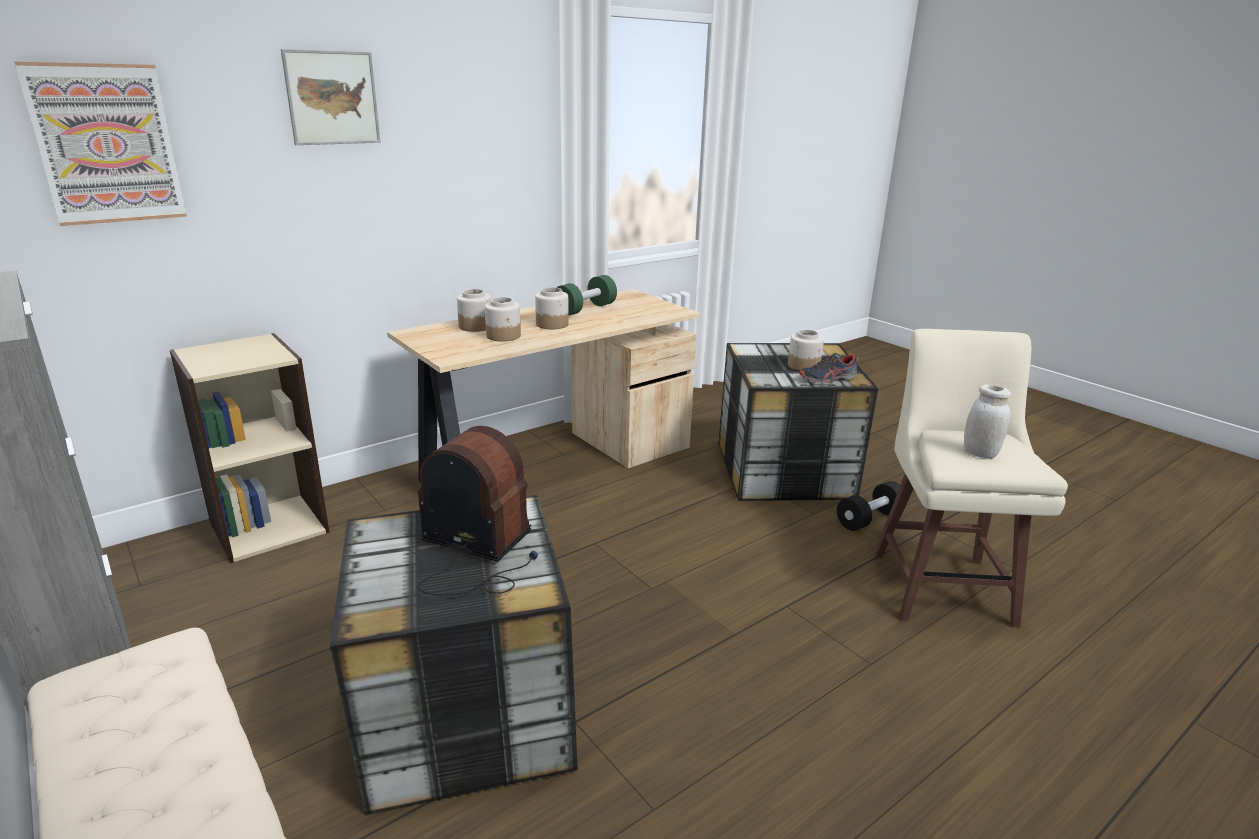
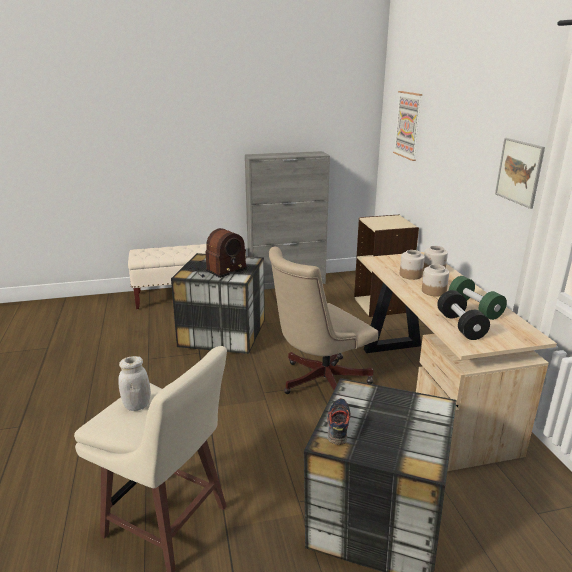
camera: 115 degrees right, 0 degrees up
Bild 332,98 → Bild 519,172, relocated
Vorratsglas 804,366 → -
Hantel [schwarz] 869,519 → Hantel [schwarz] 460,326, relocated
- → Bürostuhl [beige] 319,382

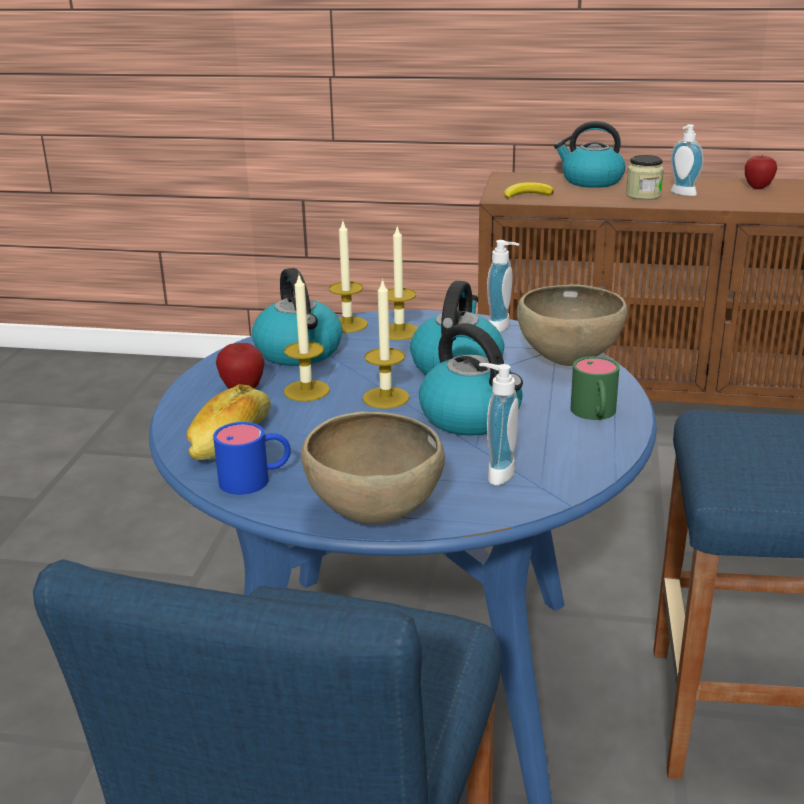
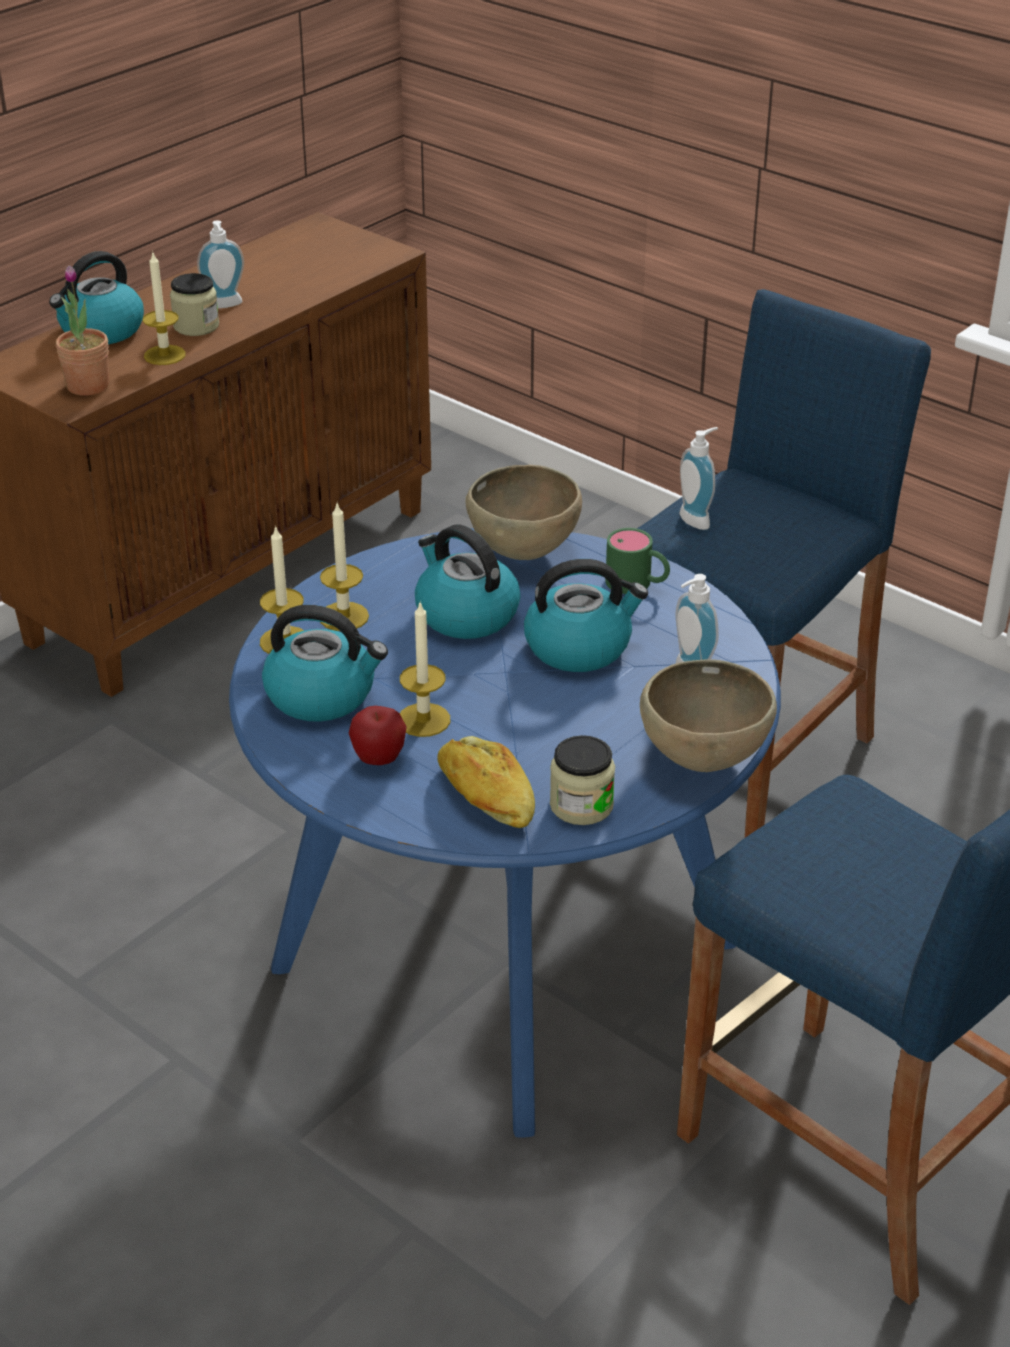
camera: 60 degrees left, 10 degrees up
Apfel 758,187 → -
Banane 527,195 → Topfpflanze 88,386
Seifenspender 503,328 → Seifenspender 698,519, relocated
Kerze 386,398 → Kerze 164,355, relocated
Henkelbecher [blau] 256,479 → Vorratsglas 581,805

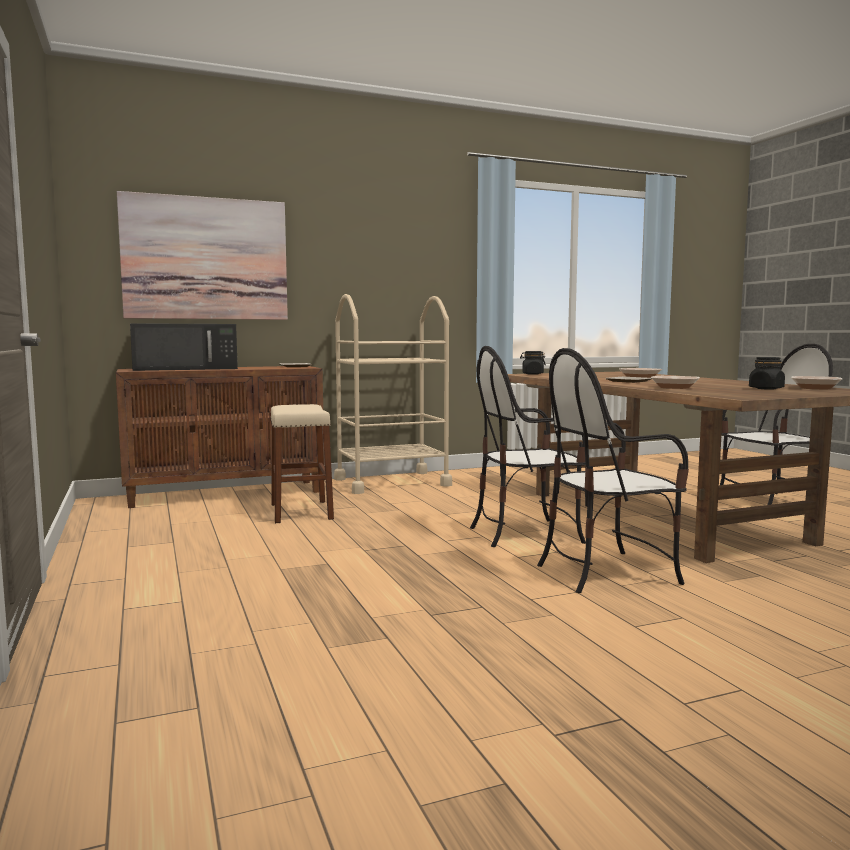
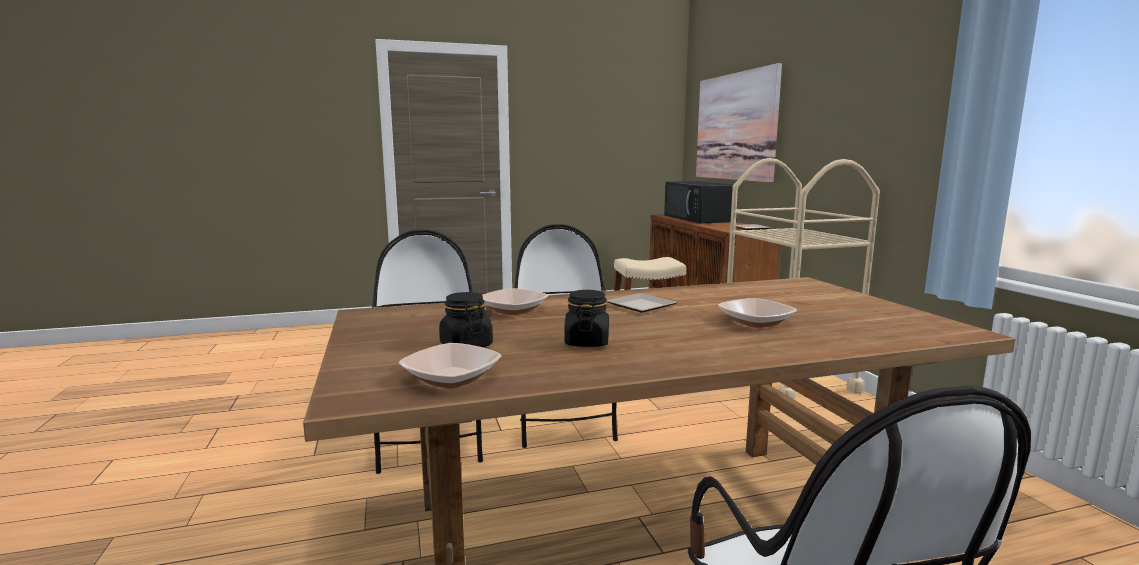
camera: 95 degrees right, 5 degrees up
Vorratsglas [schwarz] 532,374 → Vorratsglas [schwarz] 586,342, relocated

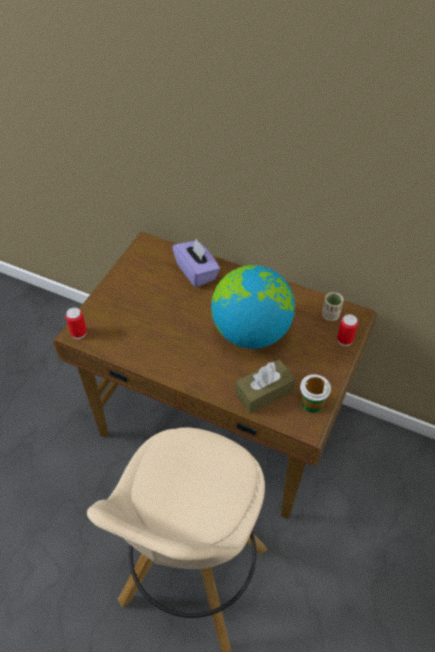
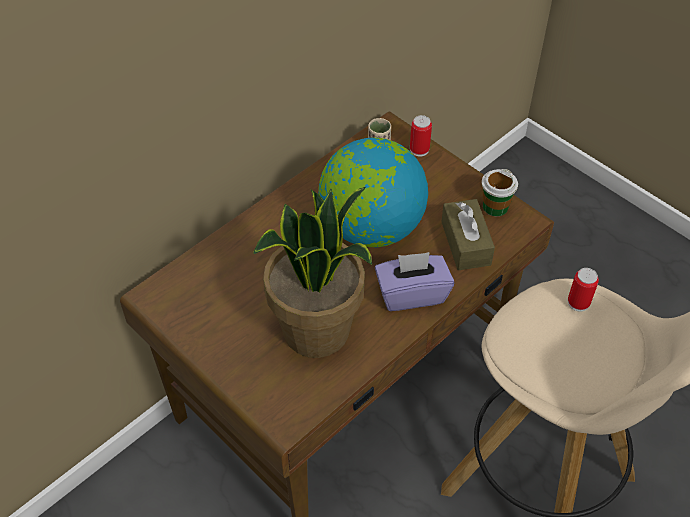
camera: 70 degrees left, 0 degrees up
Taschentuchbox [lila] 196,272 → Taschentuchbox [lila] 411,293, relocated
Dose 79,333 → Dose 578,302, relocated
- → Topfpflanze 317,331

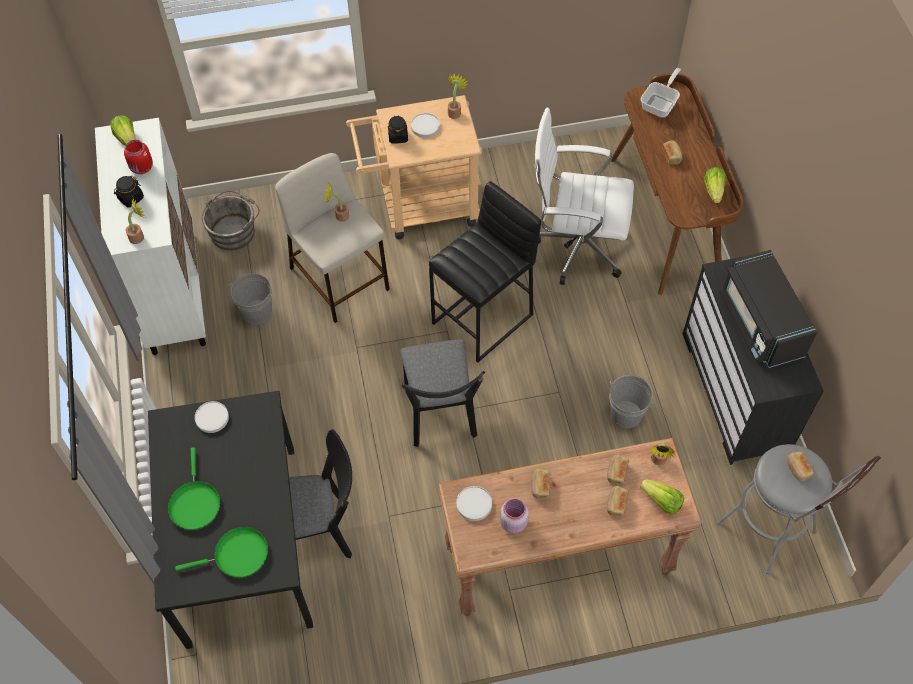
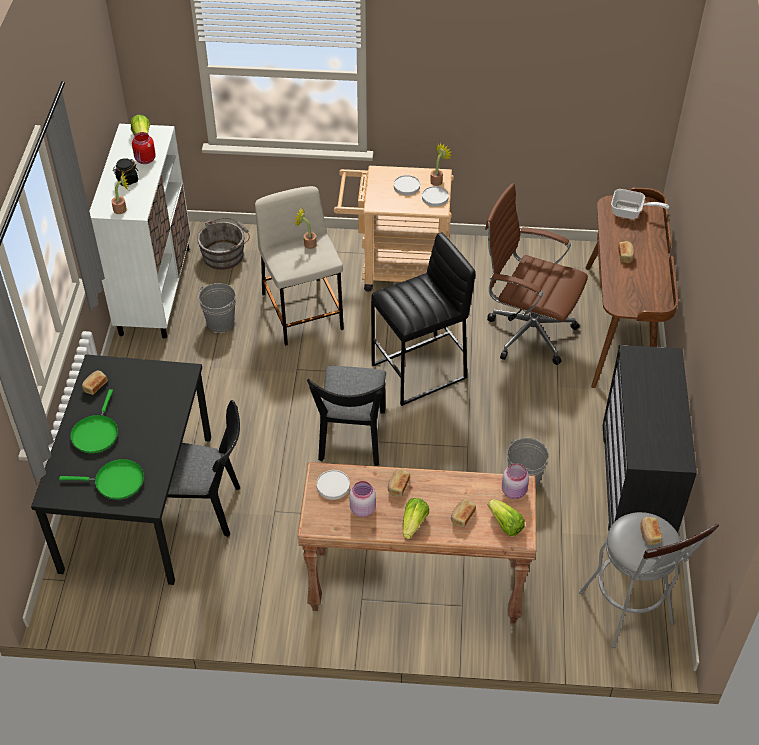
camera: 15 degrees right, 10 degrees down
Pfanne 661,104 → Pfanne 631,212, 60 degrees clockwise
Bürostuhl [weiß] 576,247 → Bürostuhl [braun] 526,332
Vorratsglas [schwarz] 398,136 → -
Salatkopf 714,190 → Salatkopf 414,523, relocated
Mikrowelle [schwarz] 760,324 → -
Teller [weiß] 212,418 → Teller [weiß] 435,197, relocated
Topfpflanze 658,461 → Vorratsglas [rosa] 514,491
Brot 616,472 → Brot 95,386, relocated

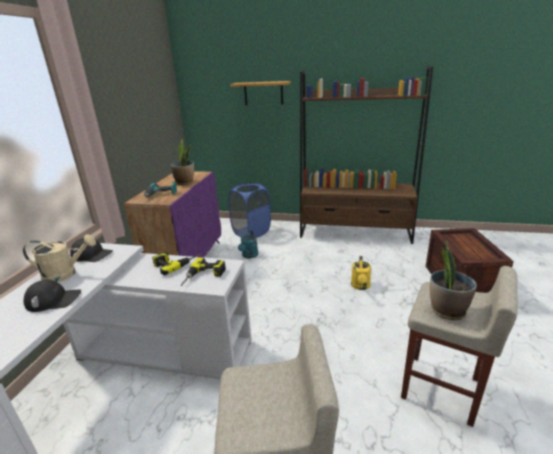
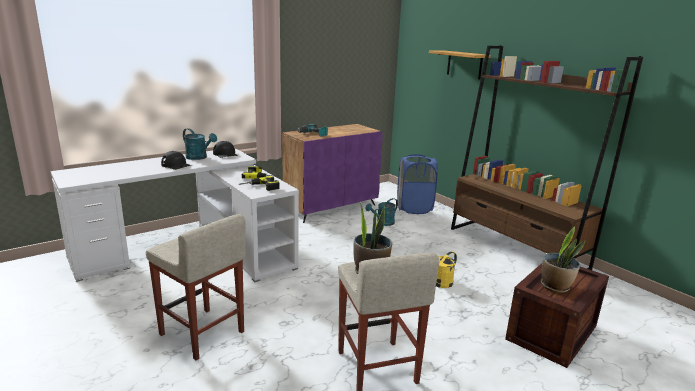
camera: 40 degrees right, 5 degrees down
Topfpflanze 185,182 → Topfpflanze 555,286, relocated
Gießkanne [beige] 66,274 → Gießkanne [türkis] 199,157

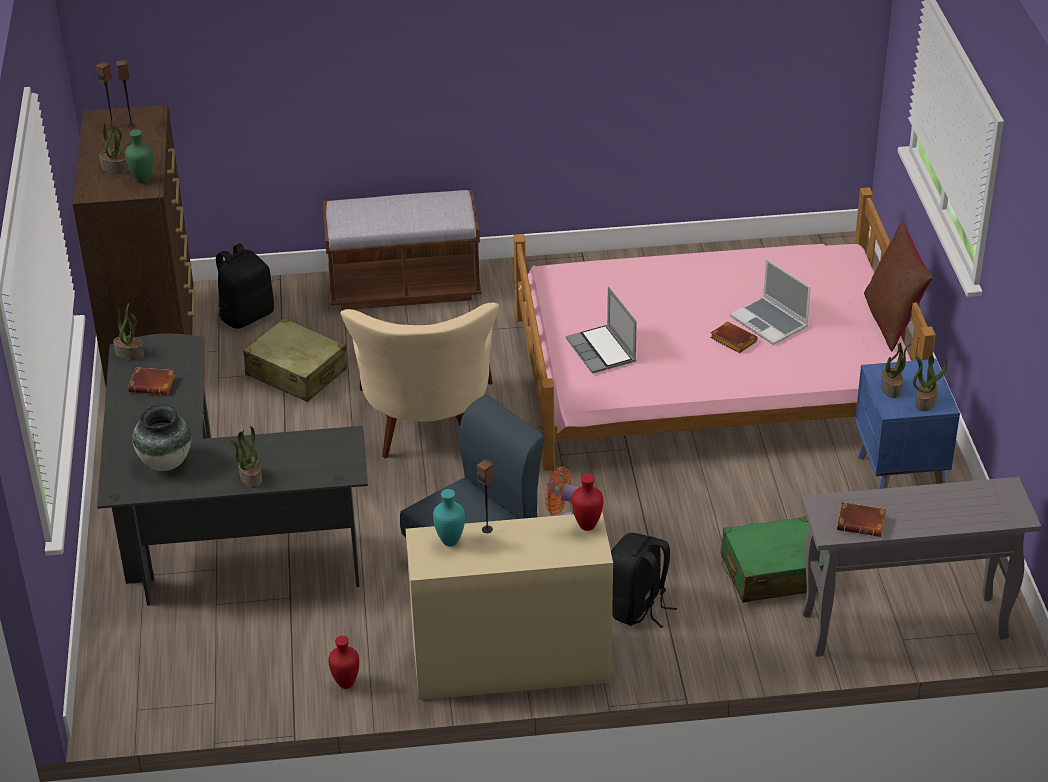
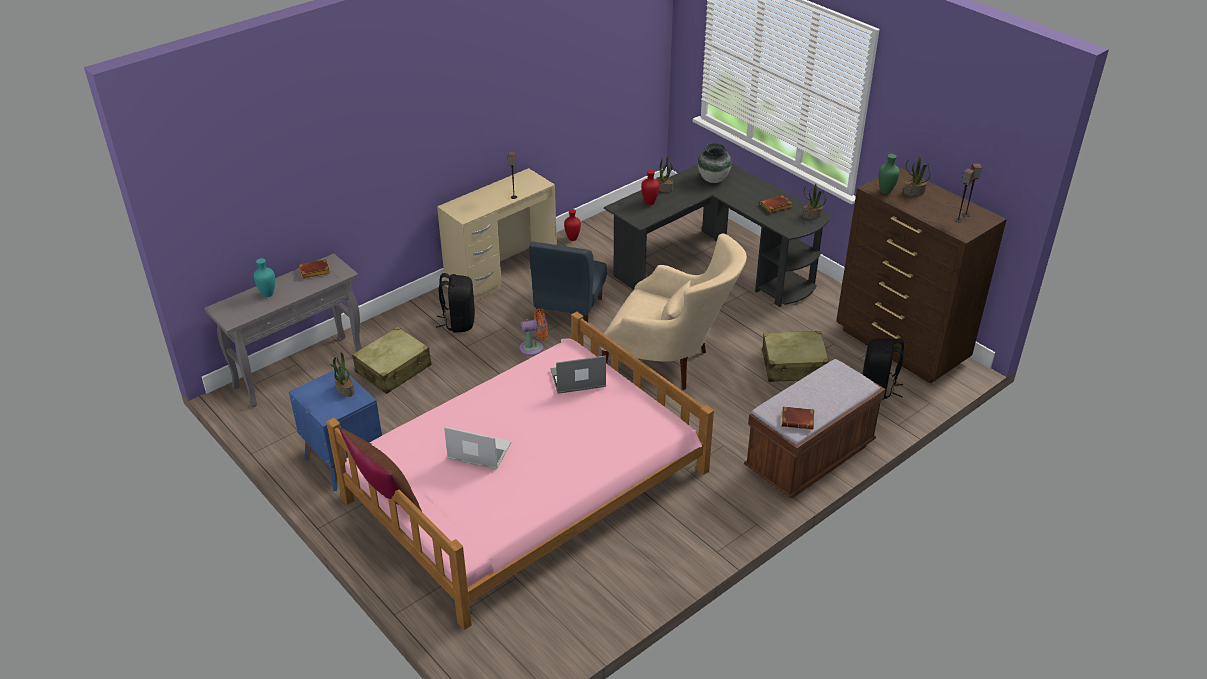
camera: 145 degrees right, 0 degrees up
Laptop 602,351 → Laptop 577,380, 45 degrees counterclockwise
Sessel [beige] 427,432 → Sessel [beige] 671,364, 150 degrees clockwise
Buch [braun] 731,341 → Buch [braun] 798,420, relocated
Topfpflanze 925,401 → -
Vase [rot] 587,527 → Vase [rot] 649,203, relocated
Vase [türkis] 449,541 → Vase [türkis] 269,294, relocated
Koffer [grün] 772,573 → Koffer [beige] 394,369

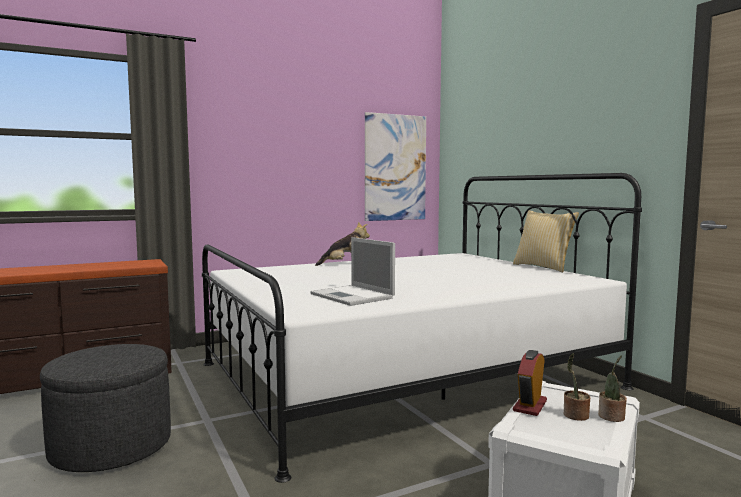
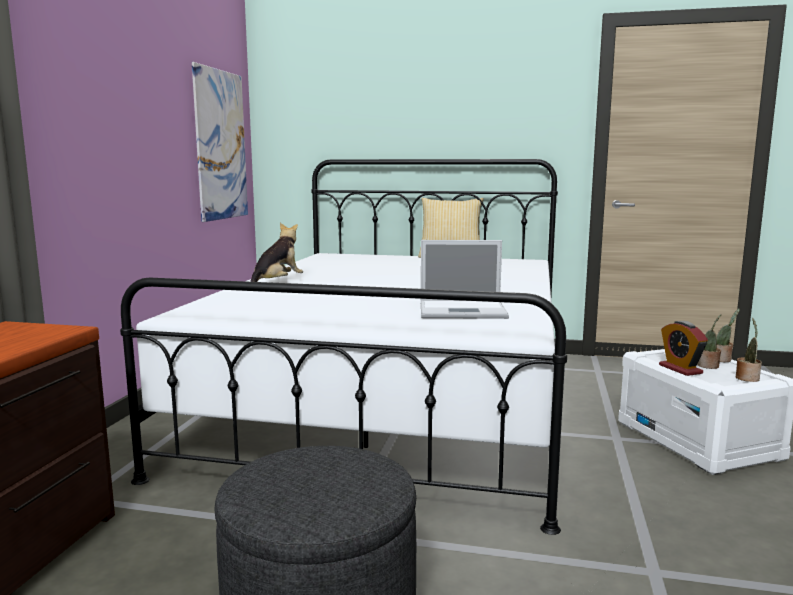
camera: 50 degrees left, 5 degrees up
- → Topfpflanze 747,378

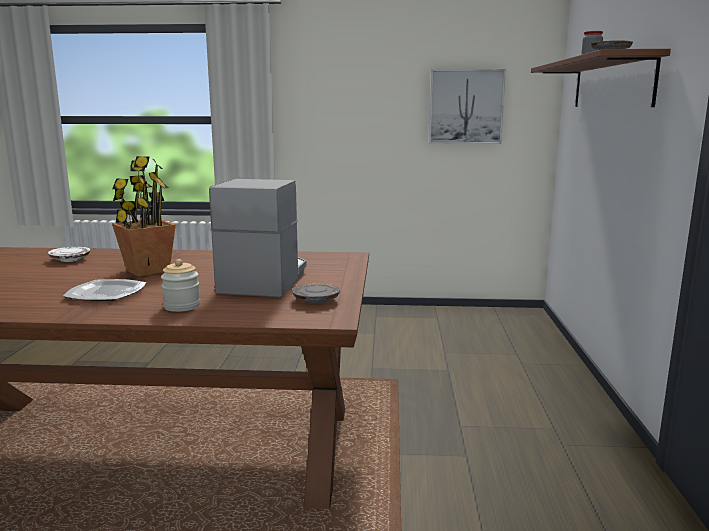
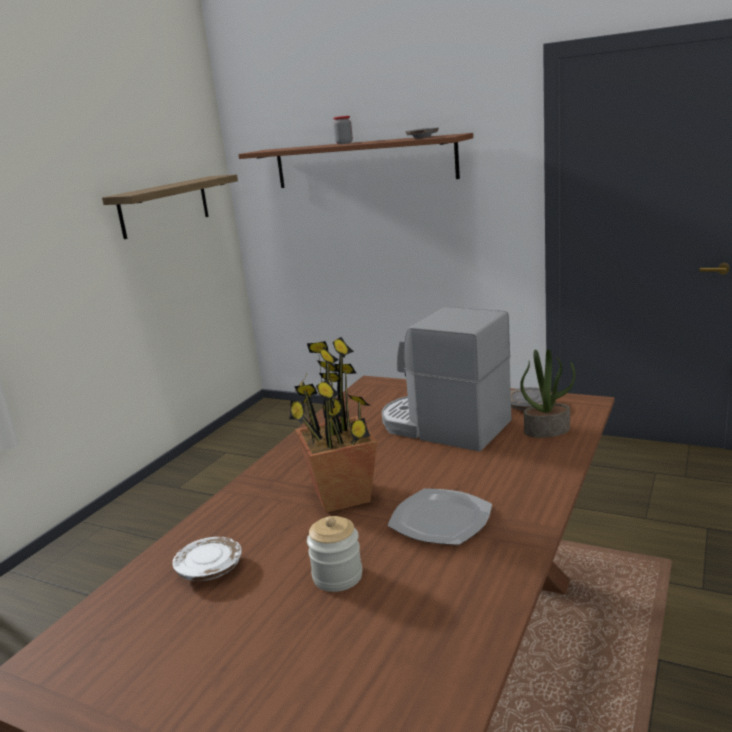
camera: 65 degrees left, 5 degrees up
Bild 466,107 → Wandregal 164,206
Vorratsglas 182,306 → Vorratsglas 337,576, relocated
- → Topfpflanze 547,430

